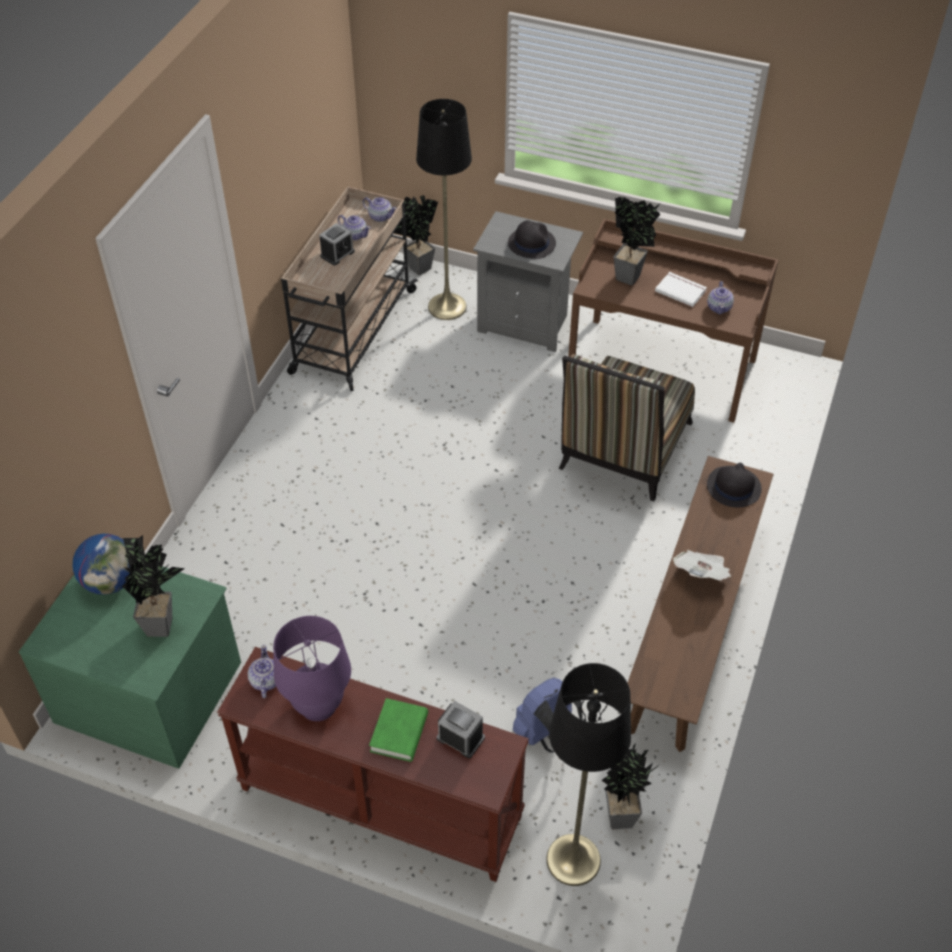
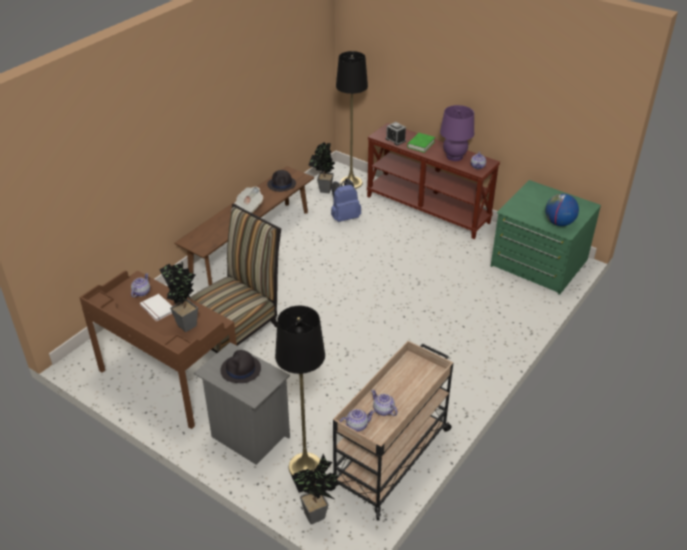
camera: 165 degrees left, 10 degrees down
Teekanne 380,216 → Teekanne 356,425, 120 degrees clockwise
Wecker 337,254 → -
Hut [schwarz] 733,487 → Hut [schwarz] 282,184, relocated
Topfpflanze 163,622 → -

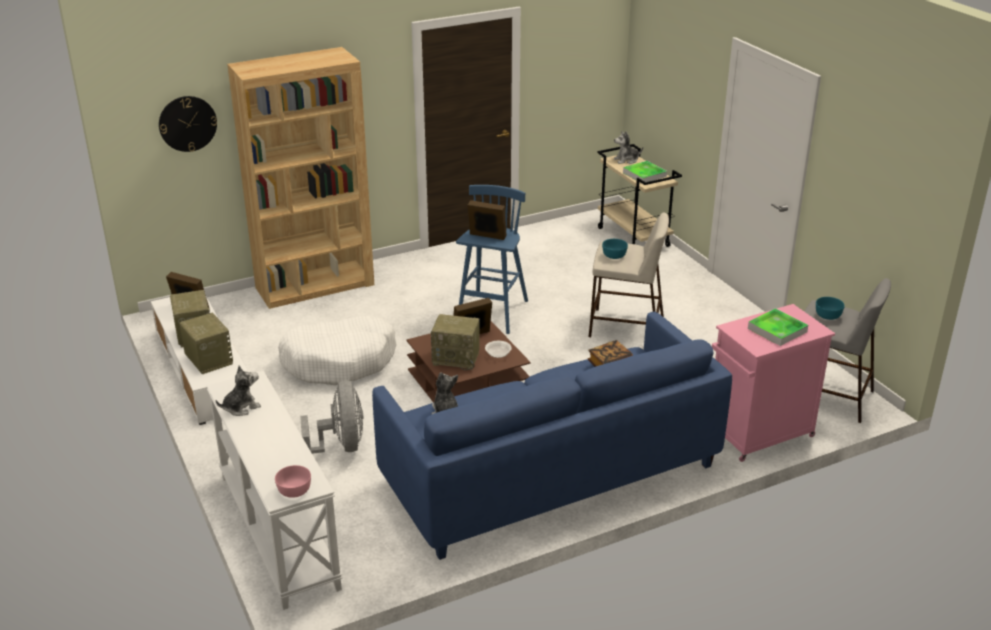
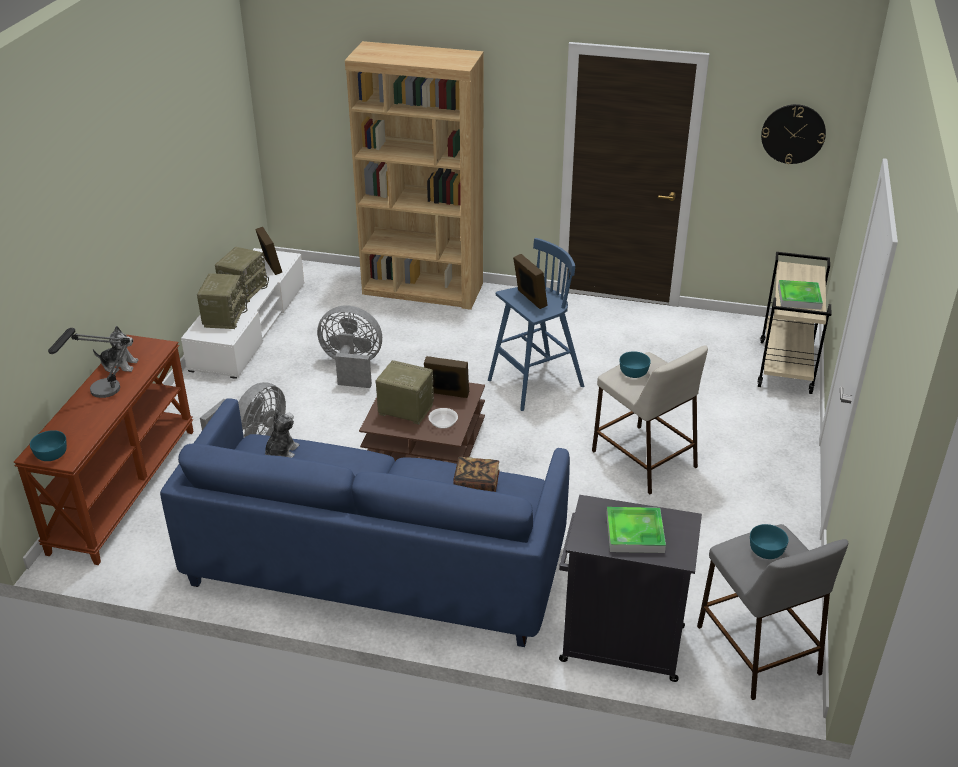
camera: 40 degrees right, 5 degrees up
Wanduhr 187,123 → Wanduhr 793,133, relocated
Plüschtier 626,160 → -
Schrank [rosa] 757,434 → Schrank [schwarz] 619,643
Radio 457,358 → Radio 404,410, 150 degrees clockwise
Hundebett [weiß] 340,361 → Ventilator [grau] 352,367
Konsolentisch [weiß] 276,530 → Konsolentisch [braun] 123,488
Schüssel [rosa] 293,490 → Schüssel [türkis] 51,454
- → Tischlampe 99,394

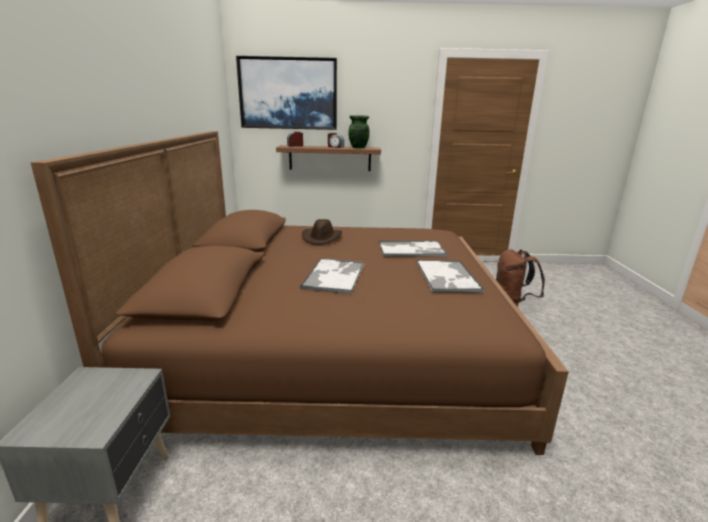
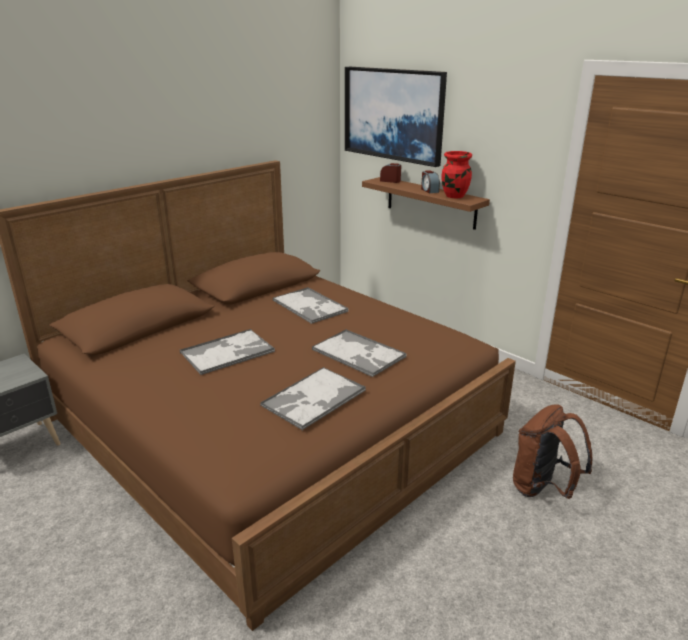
camera: 45 degrees right, 5 degrees up
Vase [grün] 358,147 → Vase [rot] 454,196
Hut [braun] 322,238 → Tablett 310,306

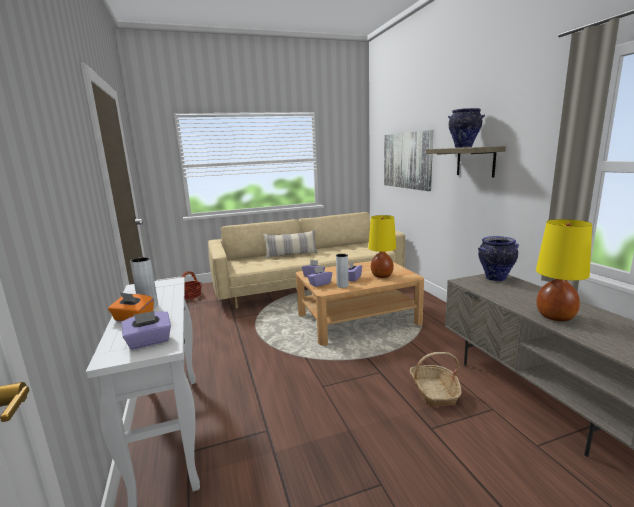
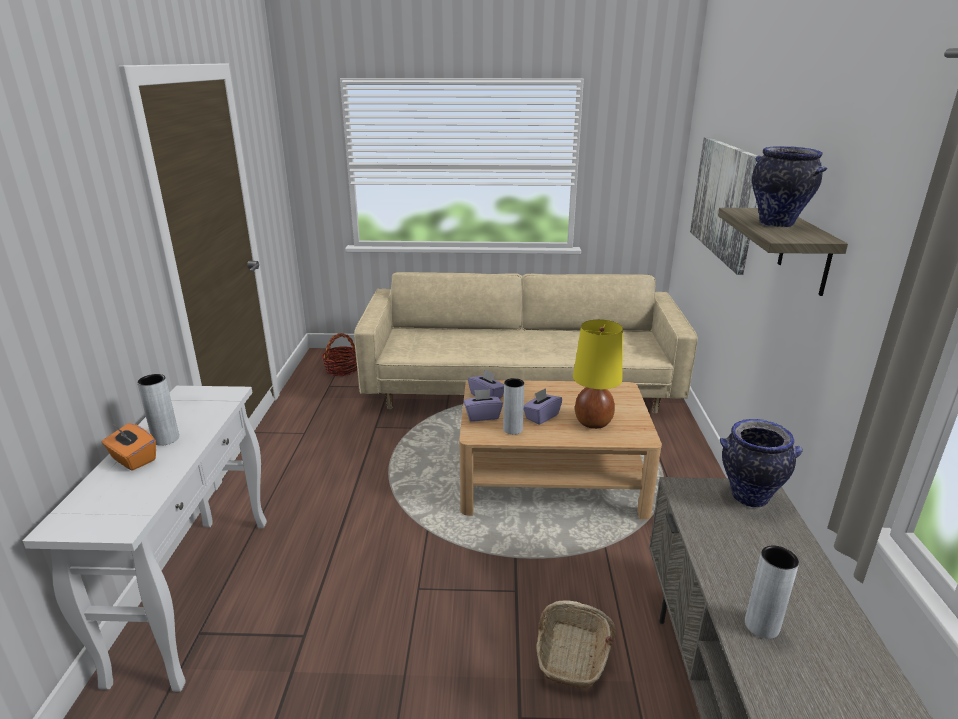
camera: 20 degrees right, 10 degrees up
Tischlampe [gelb] 555,317 → Vase [grau] 761,625
Kissen 291,255 → -
Taschentuchbox [lila] 149,342 → -

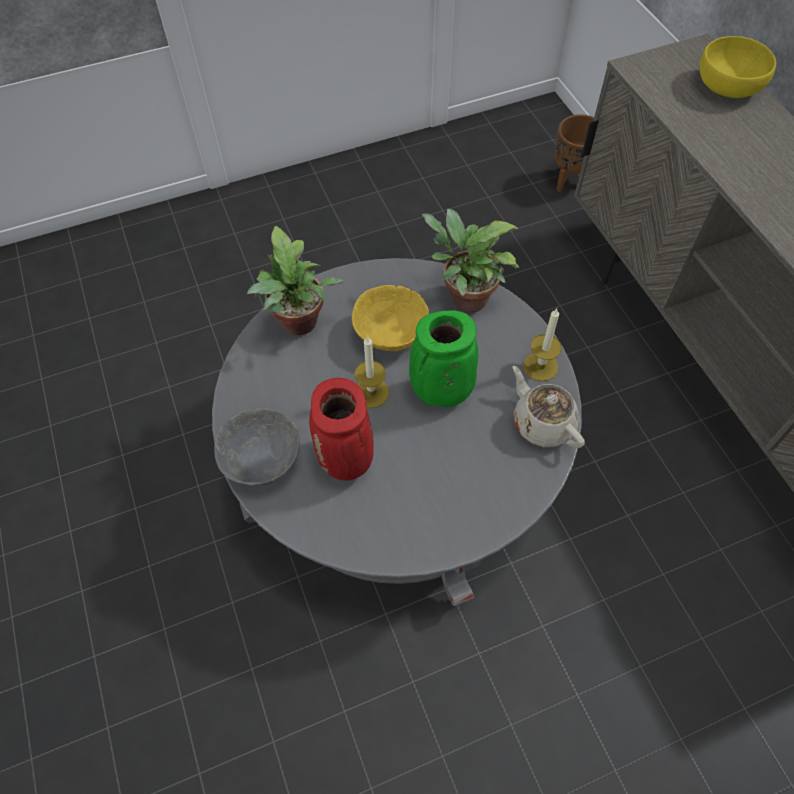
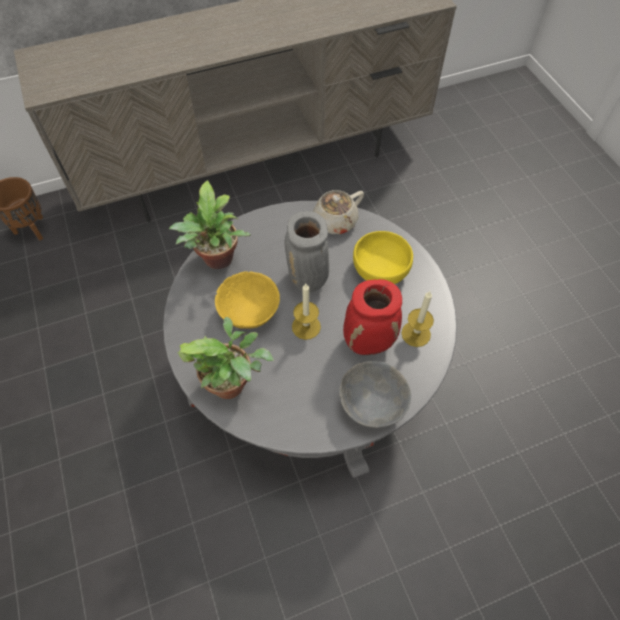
camera: 90 degrees left, 0 degrees up
Schüssel [gelb] 727,86 → Schüssel [gelb] 380,270, relocated
Kerze 540,366 → Kerze 416,334, relocated
Vase [grün] 440,394 → Vase [grau] 309,280

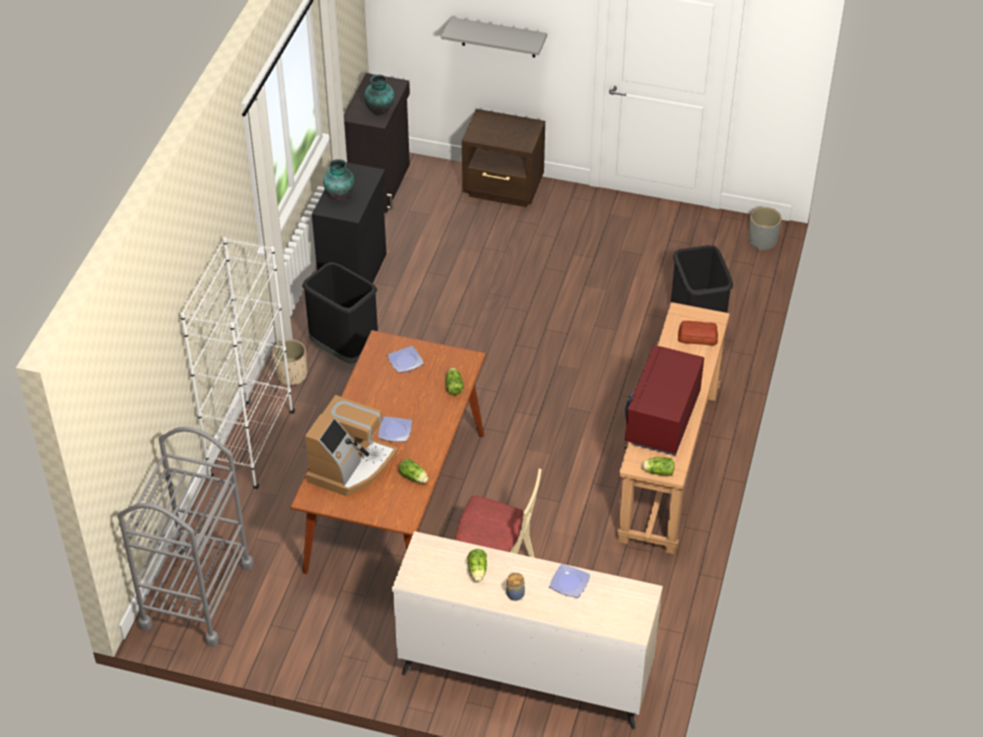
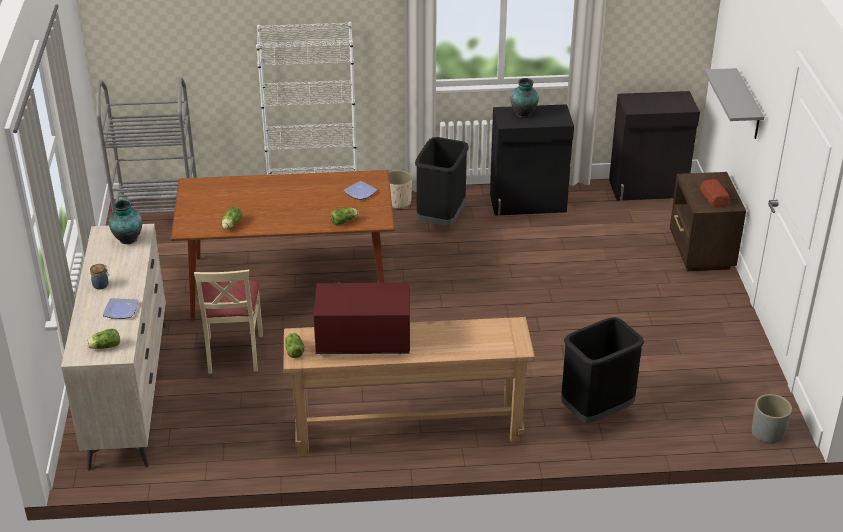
camera: 70 degrees right, 10 degrees down
Vase 380,111 → Vase 127,240, relocated
Brot 697,337 → Brot 714,197, relocated
Kaffeemaschine 351,466 → -
Teller 394,431 → -
Salatkopf 477,571 → Salatkopf 104,347, relocated

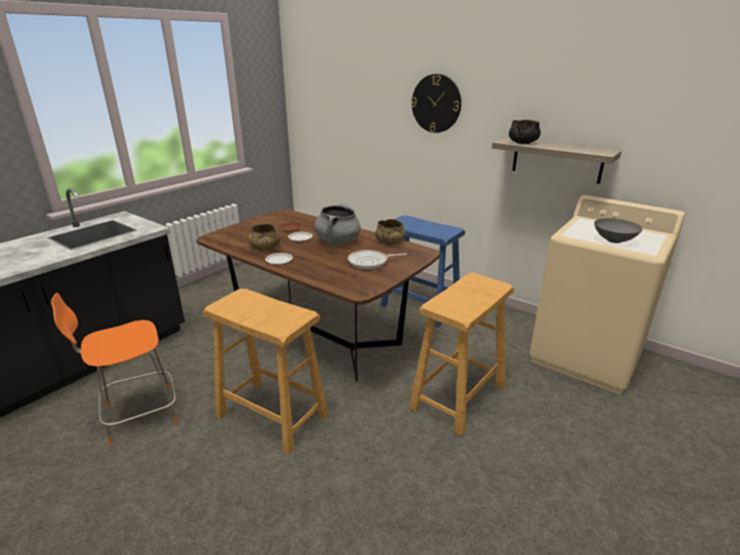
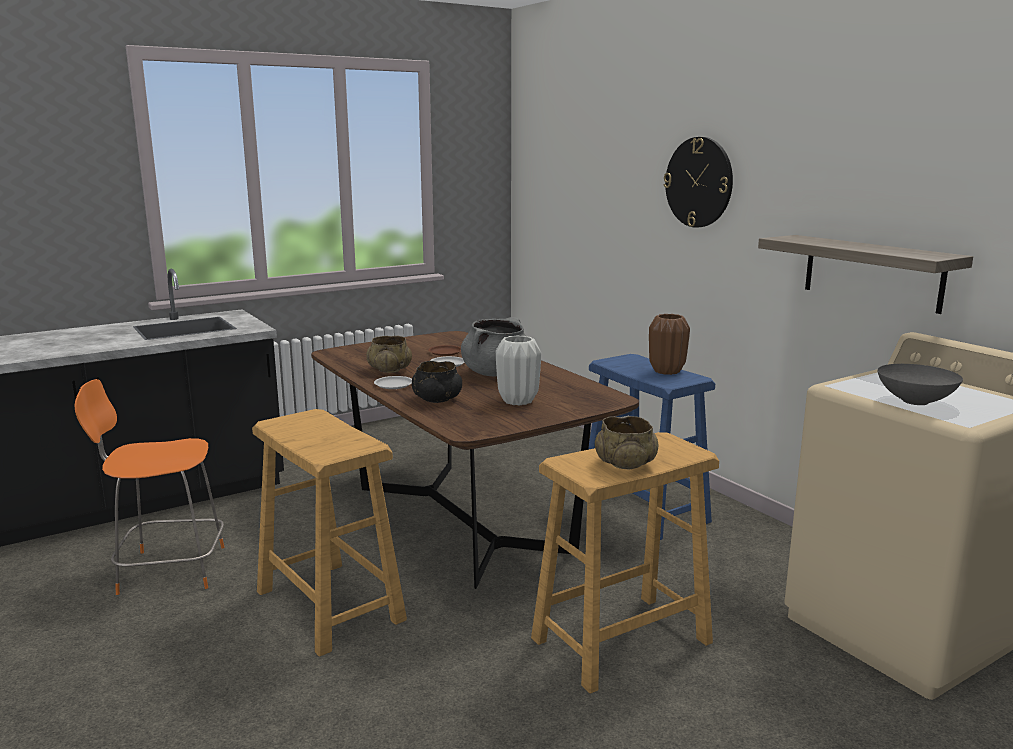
camera: 20 degrees right, 10 degrees down
Schüssel [schwarz] 523,143 → Schüssel [schwarz] 437,399, relocated
Schüssel [beige] 390,242 → Schüssel [beige] 625,464, relocated
Pfanne 370,262 → Vase [weiß] 518,401
- → Vase [braun] 666,371

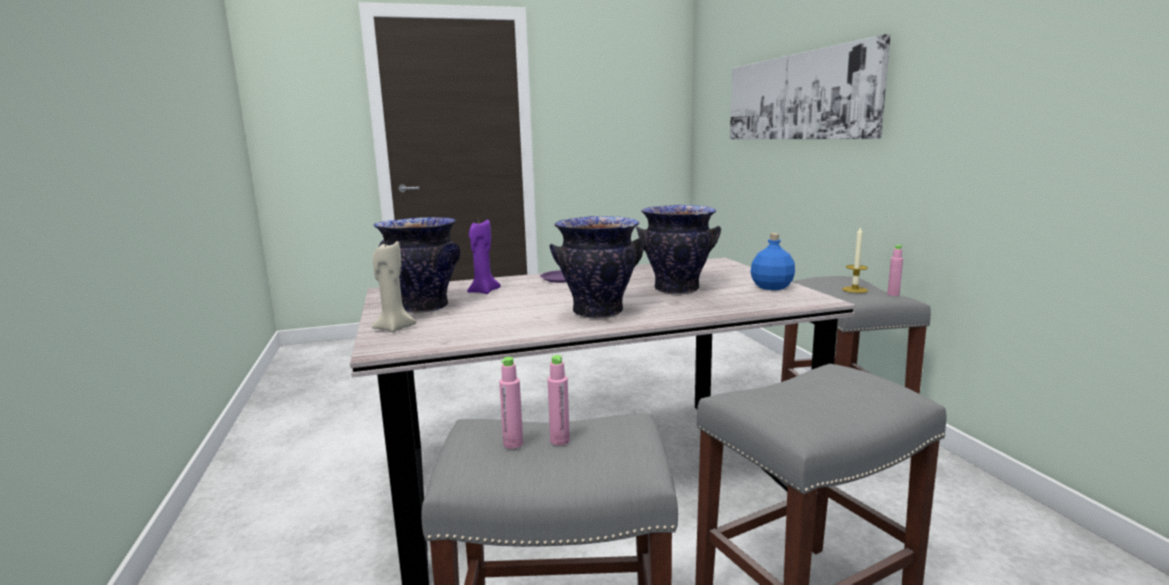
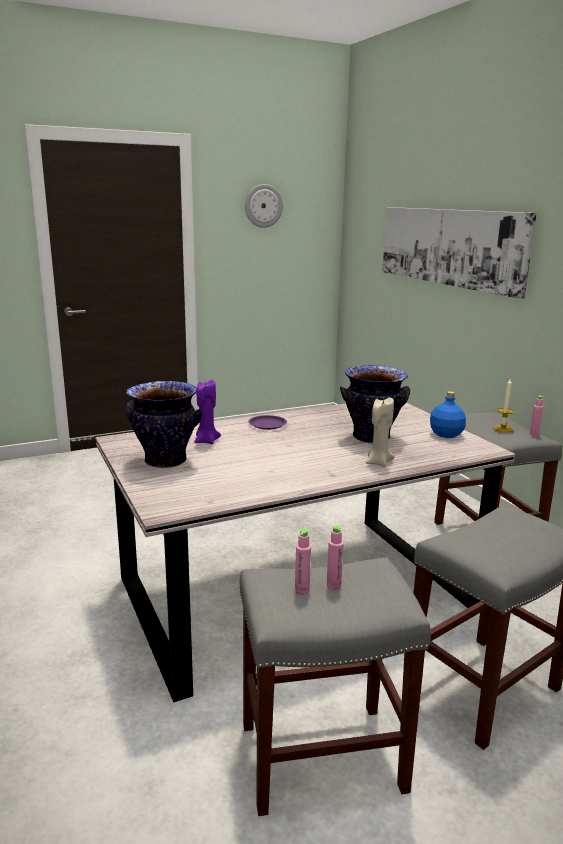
camera: 10 degrees left, 5 degrees up
Vase 598,312 → -
Kerze [beige] 394,328 → Kerze [beige] 378,462, relocated
- → Wanduhr 263,206

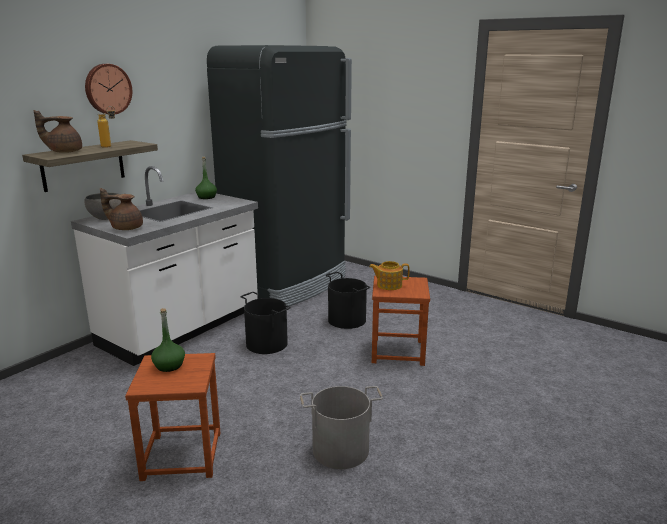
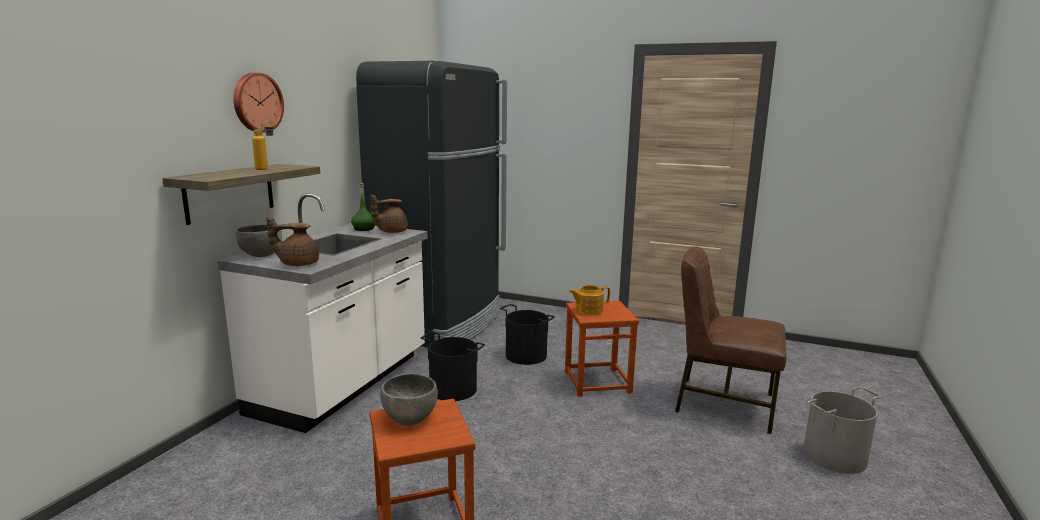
camera: 15 degrees left, 5 degrees down
Teekanne [braun] 64,151 → Teekanne [braun] 391,231, relocated
Flasche [grün] 169,365 → Schüssel [grau] 410,419
Eimer [grau] 341,450 → Eimer [grau] 835,456, relocated
- → Stuhl [braun] 722,403

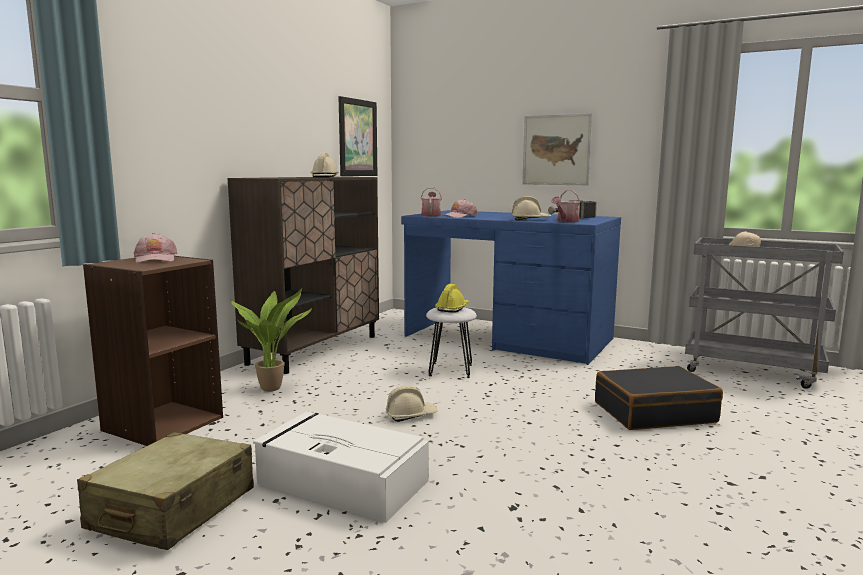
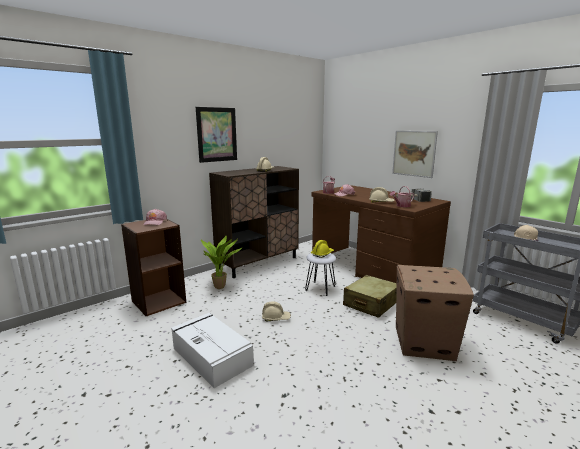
camera: 20 degrees right, 5 degrees up
Bild 358,138 → Bild 217,134, relocated
Schreibtisch [blau] 508,338 → Schreibtisch [braun] 372,268
Koffer [schwarz] 654,412 → Karton 422,343
Koffer [beige] 172,509 → Koffer [beige] 371,303, relocated

